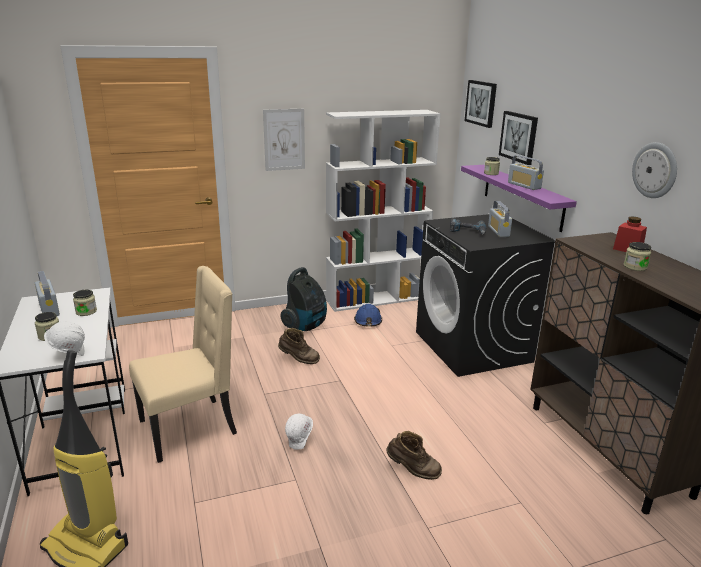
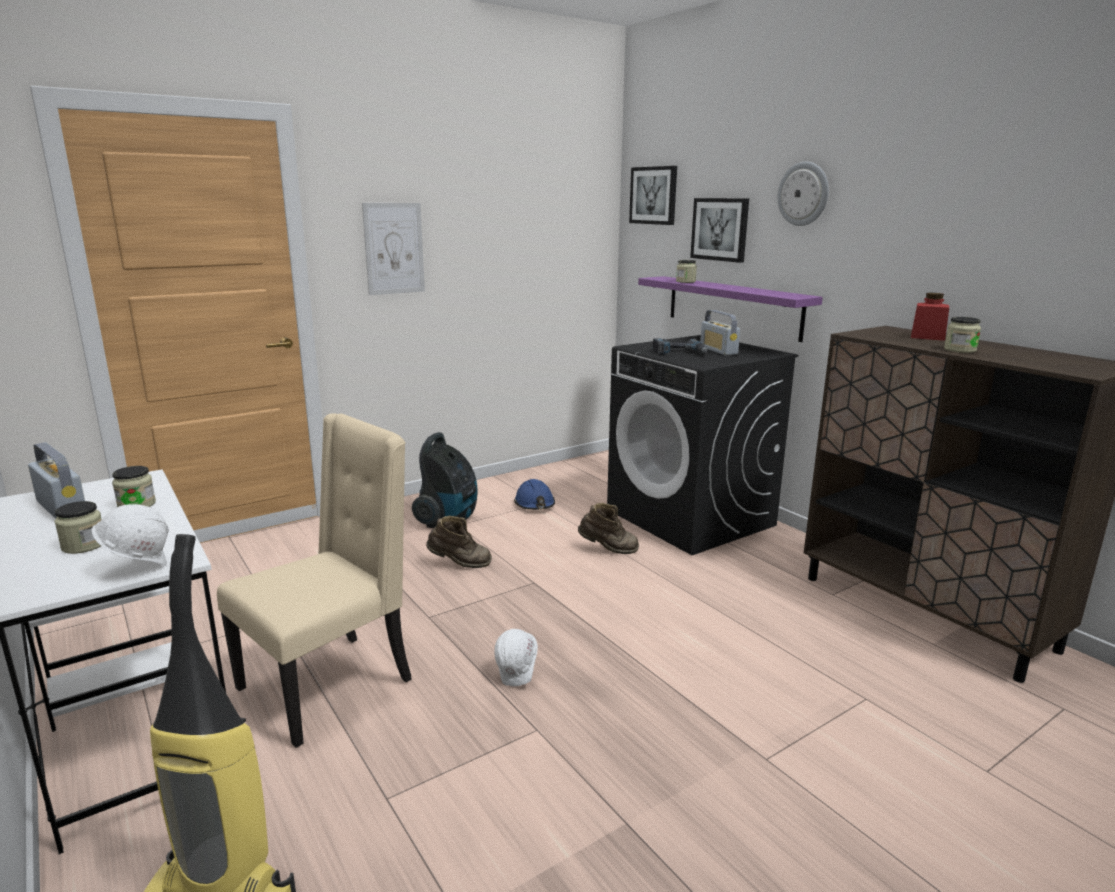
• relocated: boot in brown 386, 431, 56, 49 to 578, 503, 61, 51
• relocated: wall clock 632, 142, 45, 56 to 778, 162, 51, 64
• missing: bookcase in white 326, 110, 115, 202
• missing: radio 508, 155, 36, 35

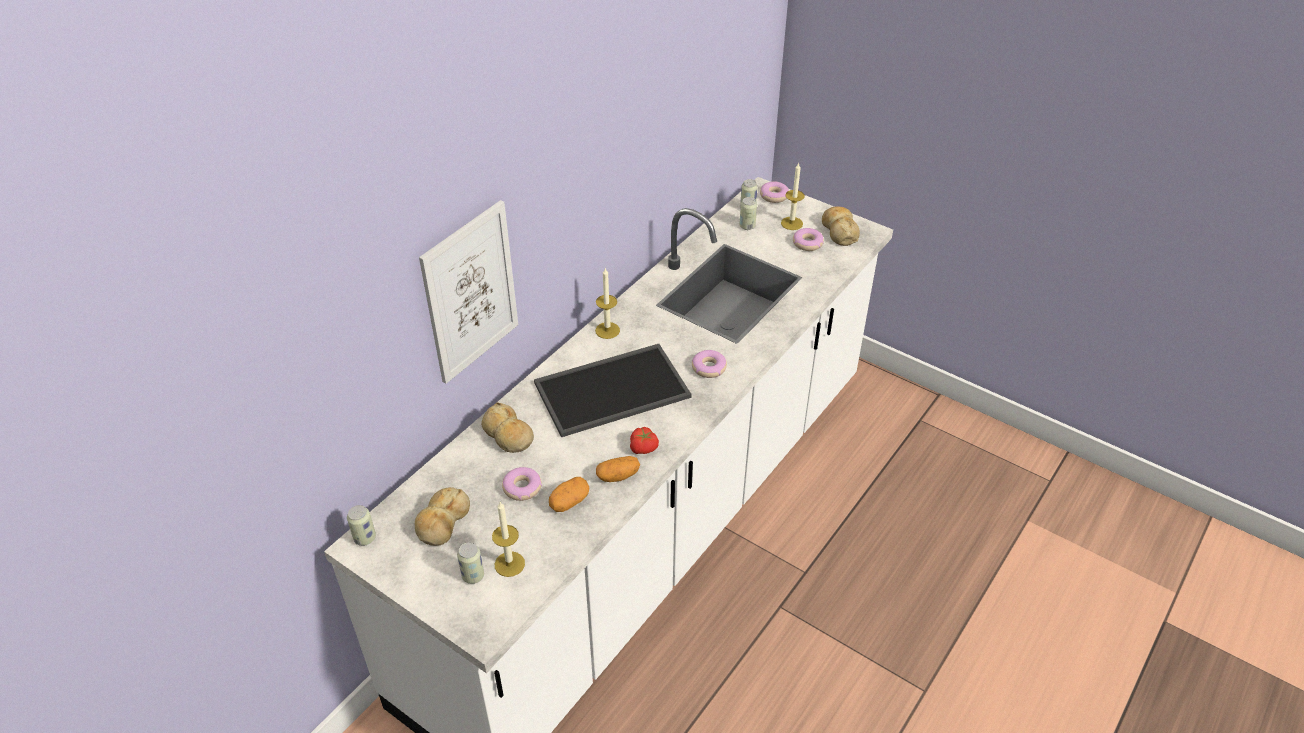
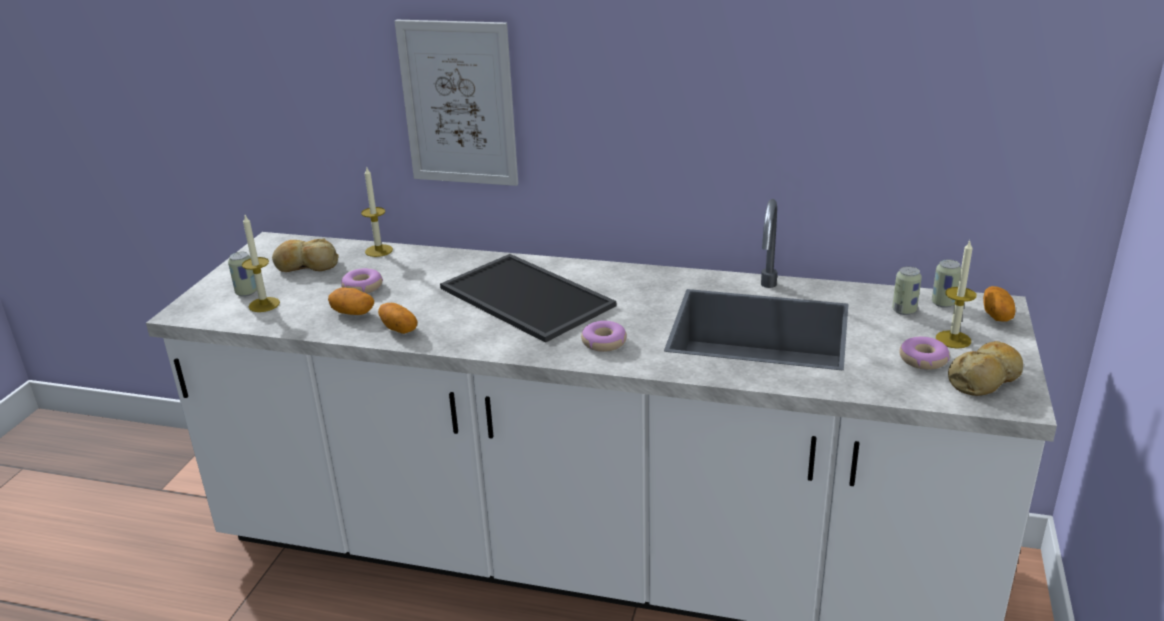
• relocated: candle 595, 268, 25, 71 to 361, 166, 32, 91
• exchanged: donut 760, 182, 29, 21 to potato 983, 286, 33, 35
• missing: can 347, 505, 29, 41
• missing: bread 481, 402, 53, 51
• missing: tomato 630, 427, 29, 27

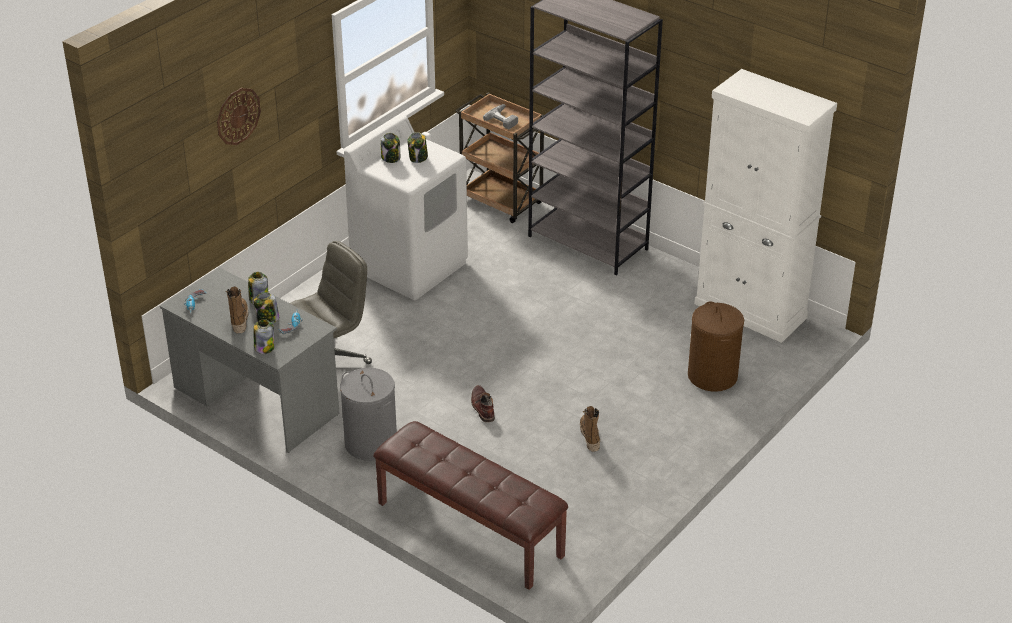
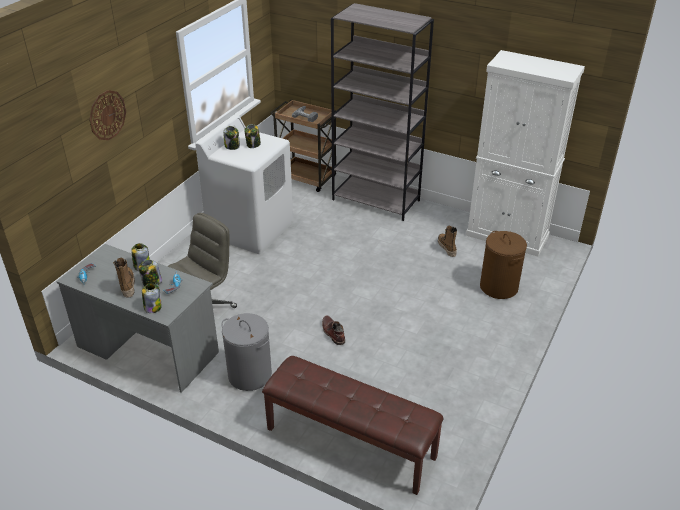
• relocated: boot 580, 406, 20, 46 to 438, 226, 19, 31

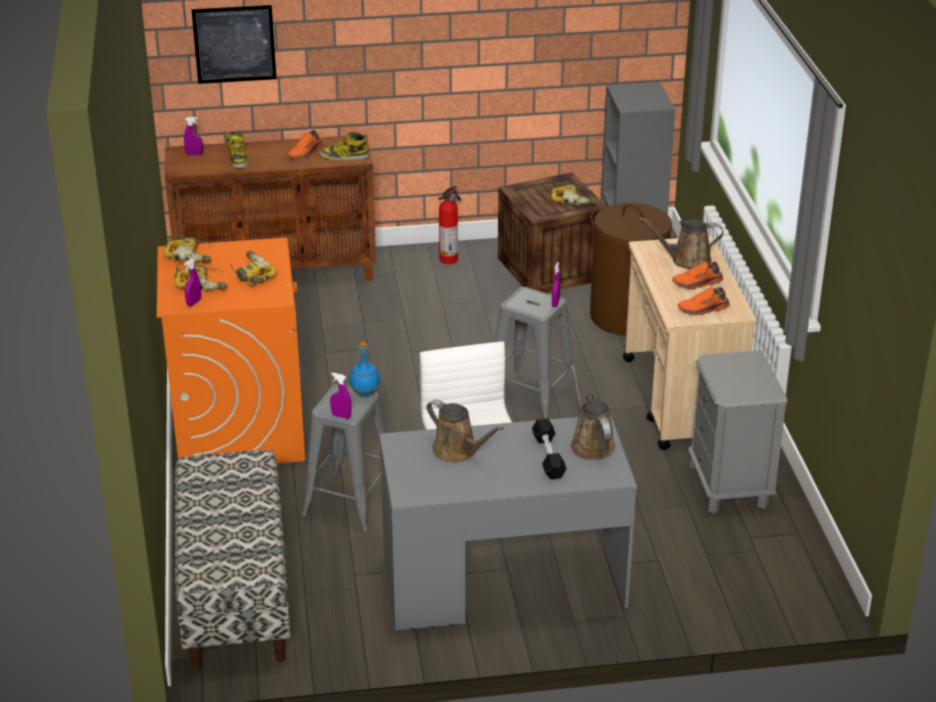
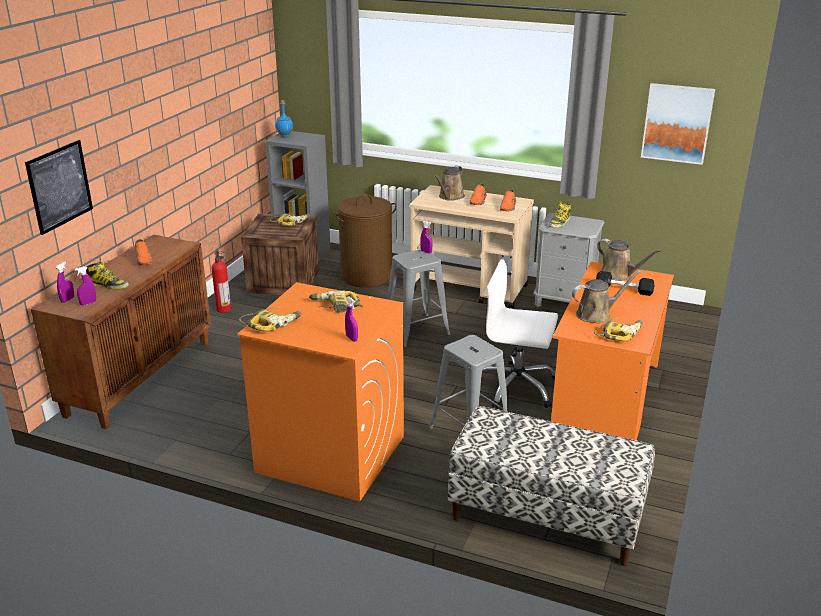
• relocated: spray bottle in purple 330, 373, 21, 46 to 74, 266, 22, 39
• relocated: bottle in blue 349, 342, 31, 56 to 275, 100, 18, 37
• relocated: boot 320, 131, 49, 30 to 549, 201, 22, 27
• colour: desk in grey 379, 414, 258, 216 to desk in orange 551, 262, 123, 178
• relocated: power drill 174, 263, 54, 28 to 594, 318, 49, 23
• spun: watering can in brown 571, 365, 44, 95 = 597, 239, 65, 42 150 degrees counterclockwise
• appeared: picture 641, 83, 74, 82

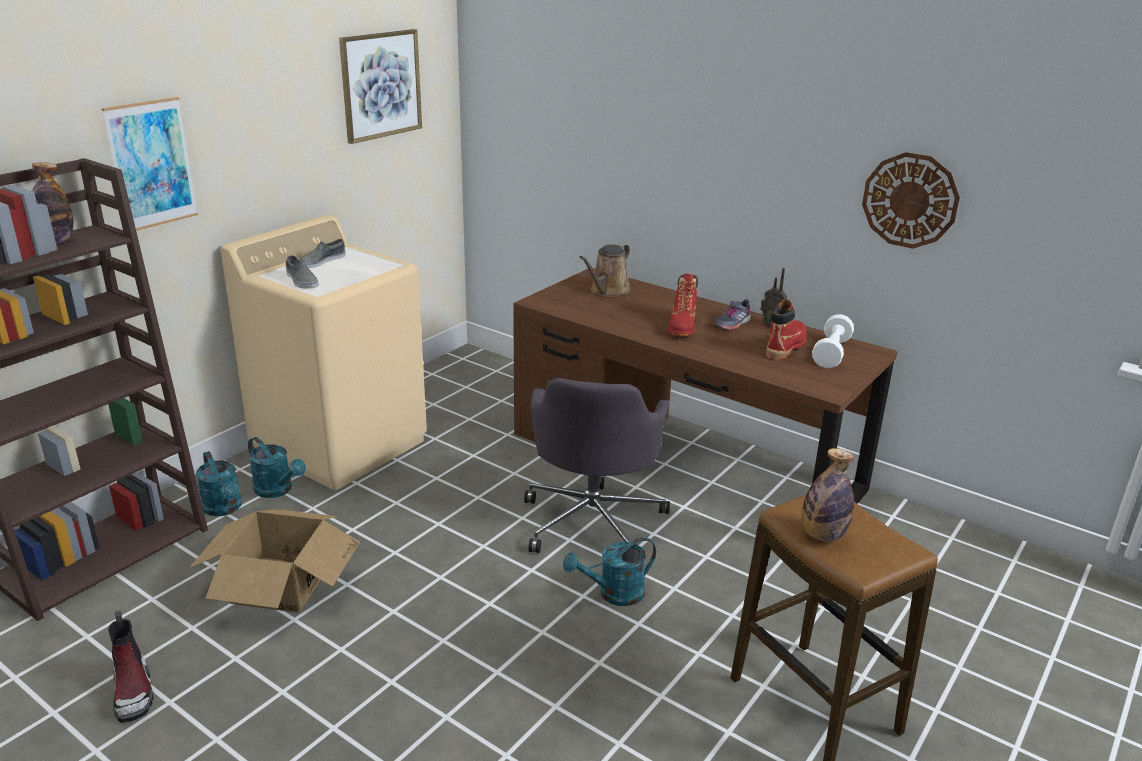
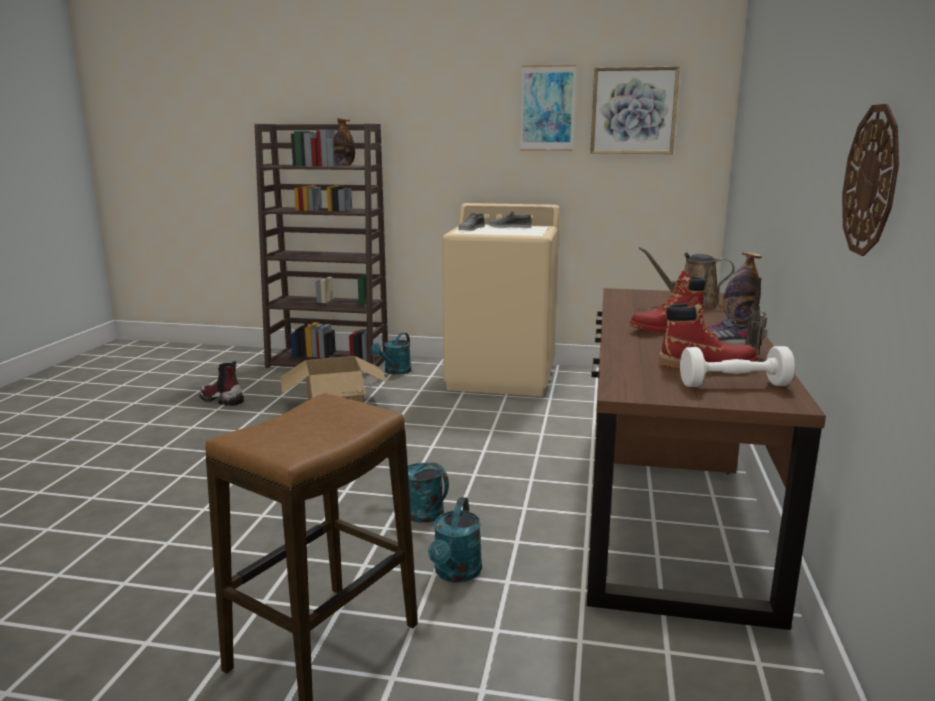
• spun: boot 108, 610, 46, 113 = 200, 361, 44, 45 75 degrees clockwise
• relocated: watering can in turquoise 248, 437, 58, 61 to 428, 497, 54, 86
• relocated: picture 102, 97, 96, 134 to 520, 65, 56, 86
• relocated: bottle 802, 448, 53, 94 to 723, 252, 39, 69
• missing: office chair in grey 524, 378, 146, 175

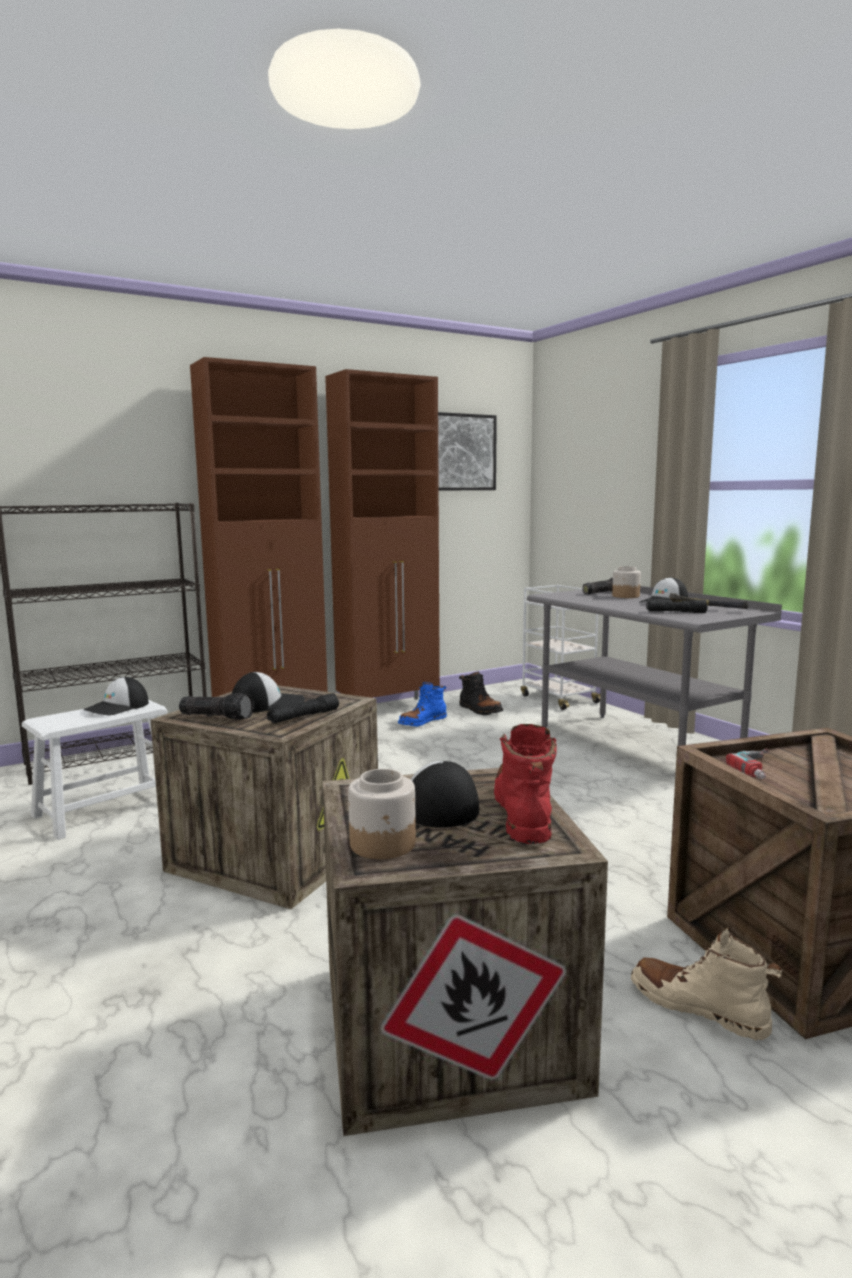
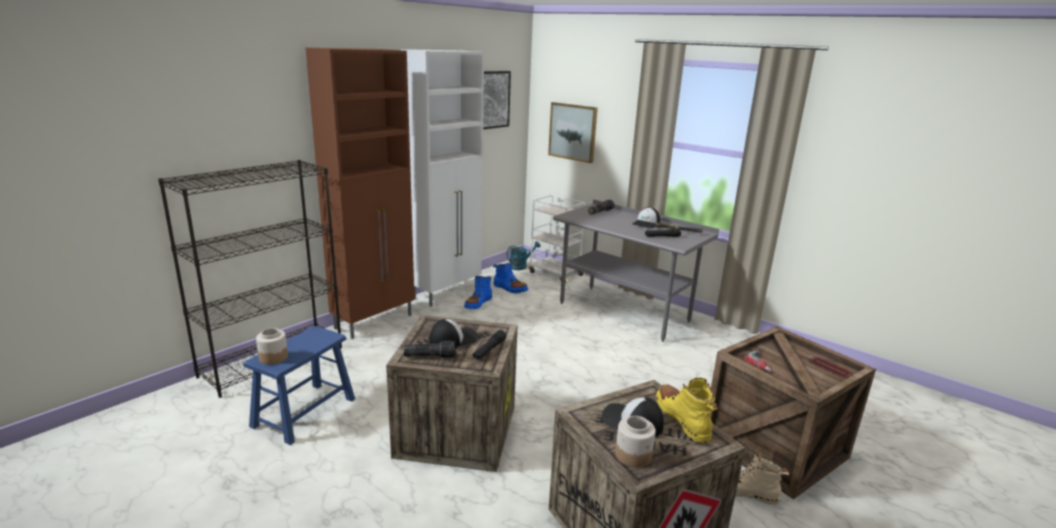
• colour: stool in white 22, 700, 145, 140 to stool in blue 243, 326, 112, 119
• relocated: jar 612, 566, 29, 32 to 256, 328, 32, 37
• colour: cabinet in brown 325, 369, 115, 331 to cabinet in white 401, 49, 83, 258
• colour: boot in black 459, 672, 44, 43 to boot in blue 493, 262, 35, 32
• appeared: watering can in turquoise 507, 241, 34, 29
• appeared: picture 548, 102, 50, 61
• colour: boot in red 494, 724, 63, 120 to boot in yellow 656, 378, 62, 65
• missing: cap 83, 677, 66, 38

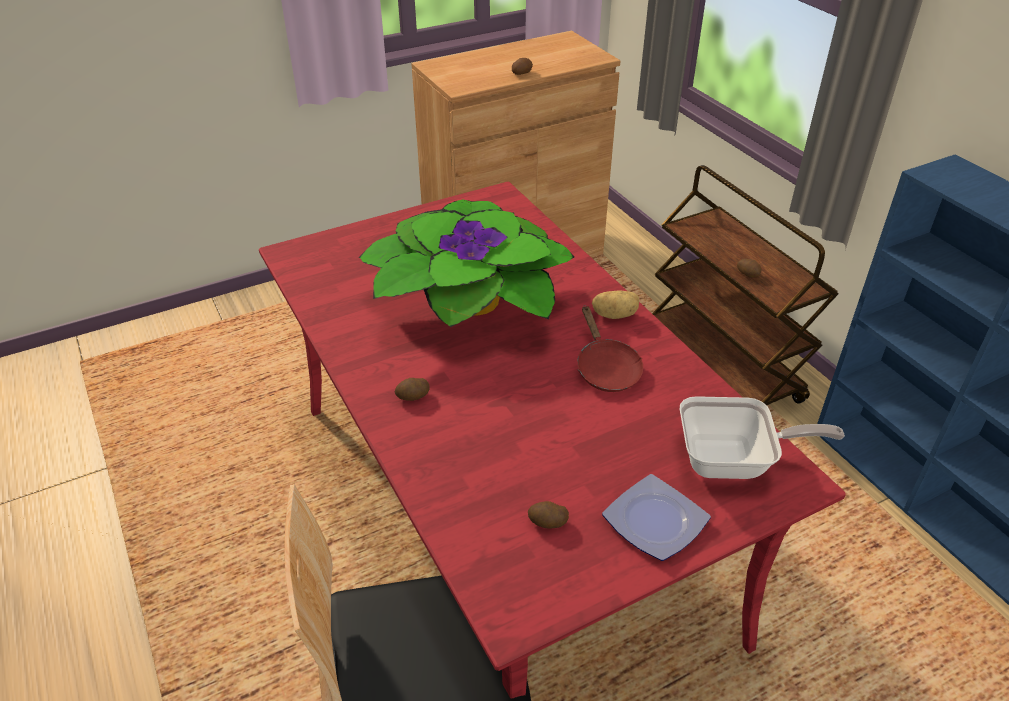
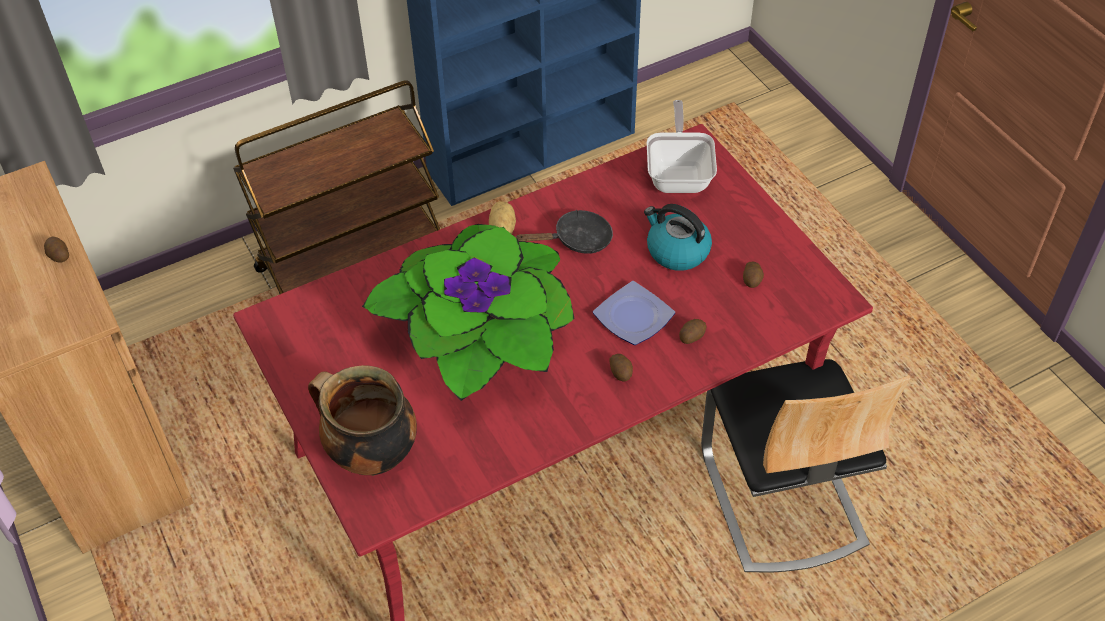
• appeared: cooking pot 308, 365, 109, 111
• colour: frying pan in red 577, 306, 66, 86 to frying pan in black 516, 210, 97, 44
• relocated: plate 602, 474, 109, 87 to 593, 281, 82, 64
• appeared: kettle 644, 204, 68, 67
• relocated: potato 737, 258, 24, 20 to 679, 319, 27, 25

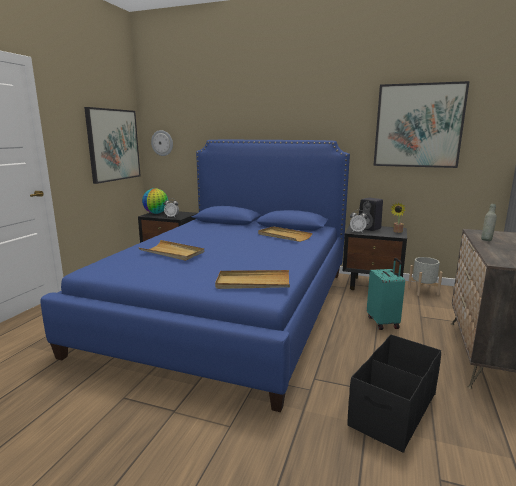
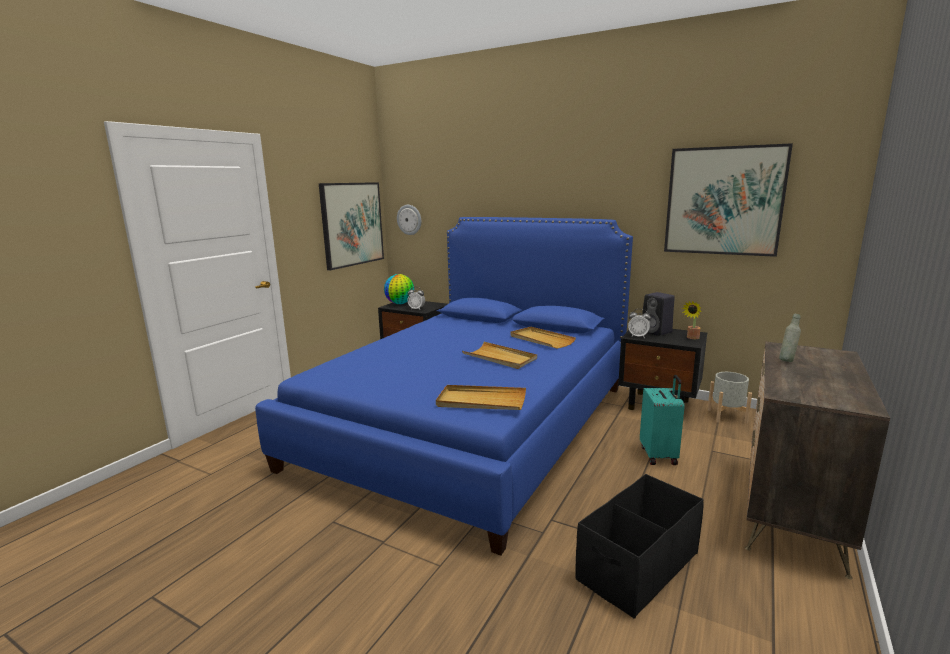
• relocated: tray in beige 139, 240, 65, 21 to 462, 342, 75, 27

